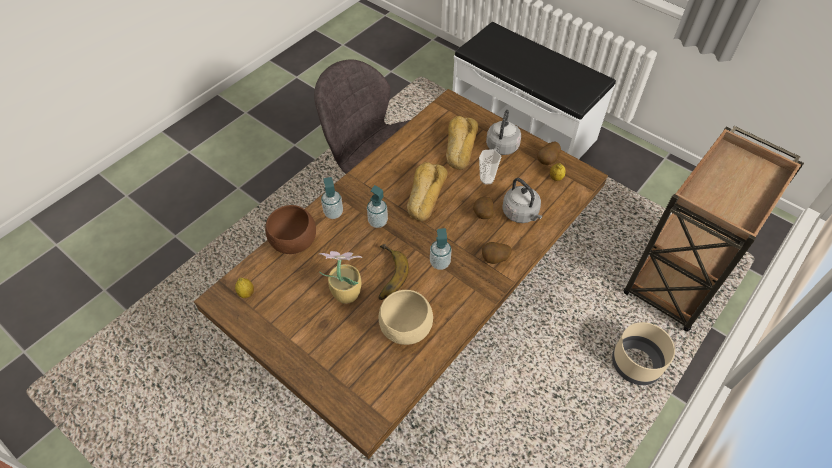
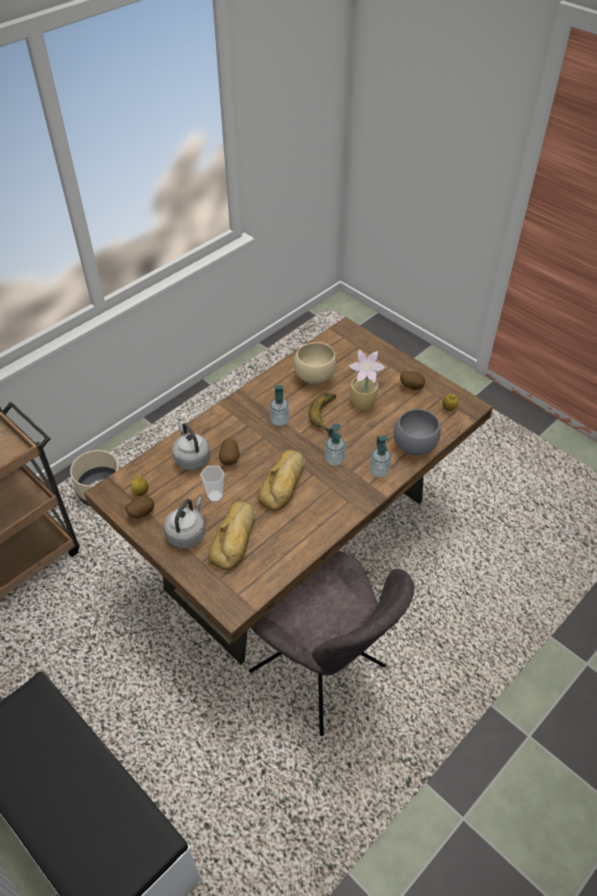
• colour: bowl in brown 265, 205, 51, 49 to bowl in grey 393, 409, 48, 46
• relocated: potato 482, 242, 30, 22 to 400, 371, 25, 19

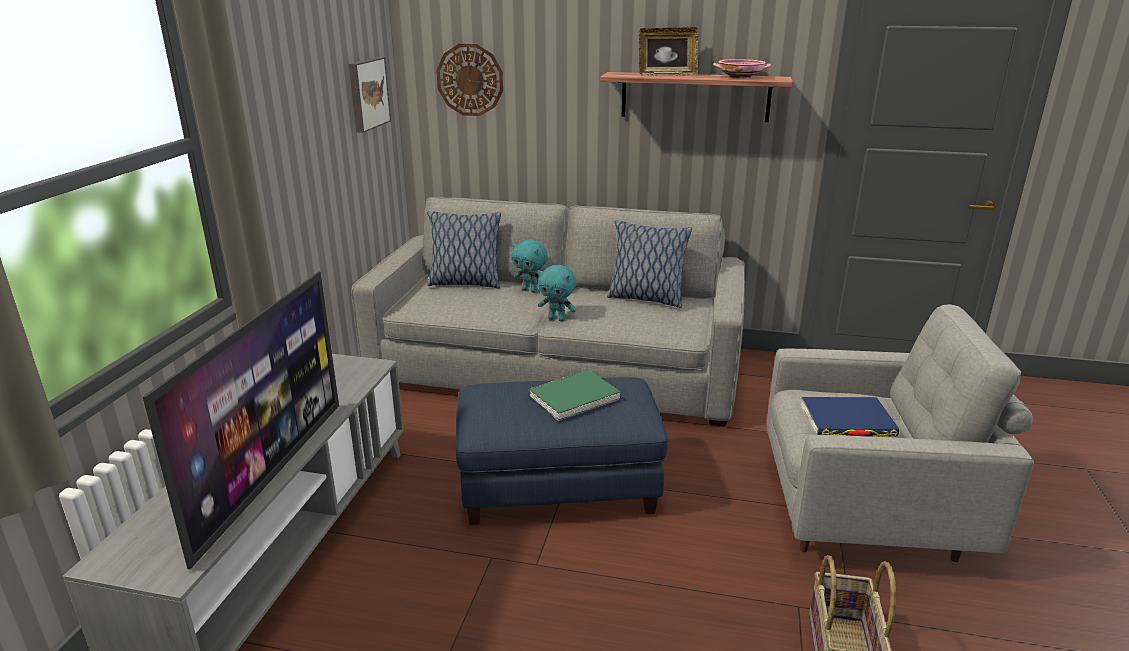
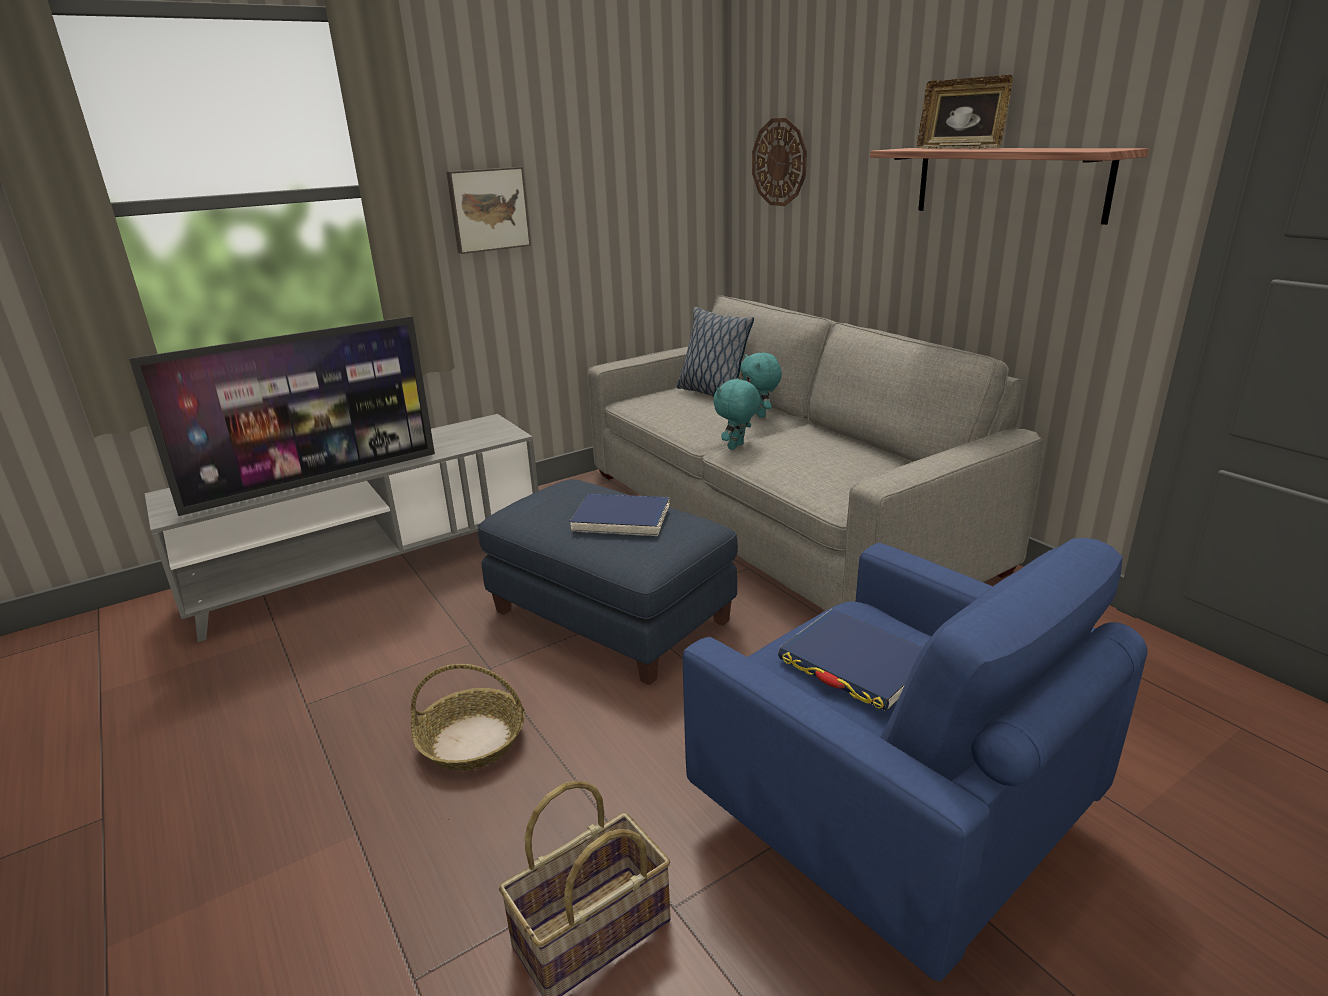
• appeared: basket 411, 664, 114, 106
• relocated: picture 349, 57, 42, 76 to 447, 167, 84, 87
• colour: book in green 528, 370, 92, 51 to book in blue 569, 494, 101, 42
• colour: armchair in grey 766, 304, 268, 258 to armchair in blue 683, 538, 465, 444
• spun: plush toy in turquoise 538, 265, 38, 57 = 713, 378, 48, 72 60 degrees clockwise
• missing: pillow 607, 220, 85, 88
• missing: bowl in pink 713, 59, 58, 20

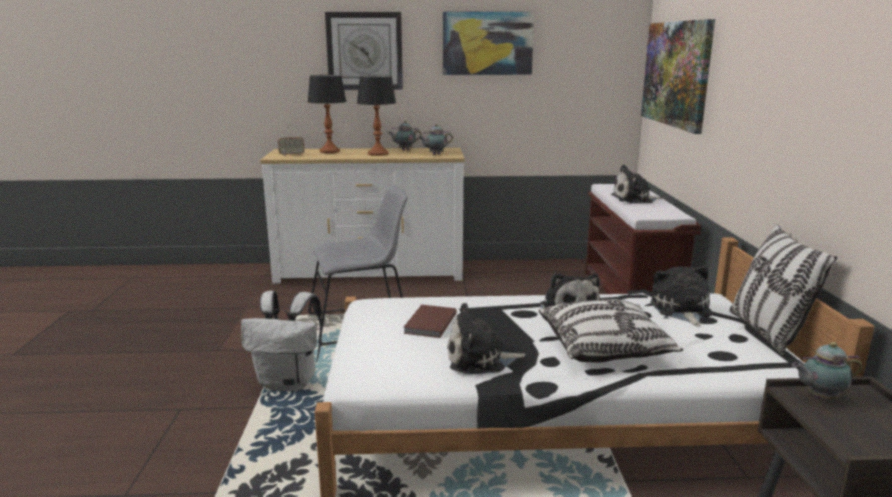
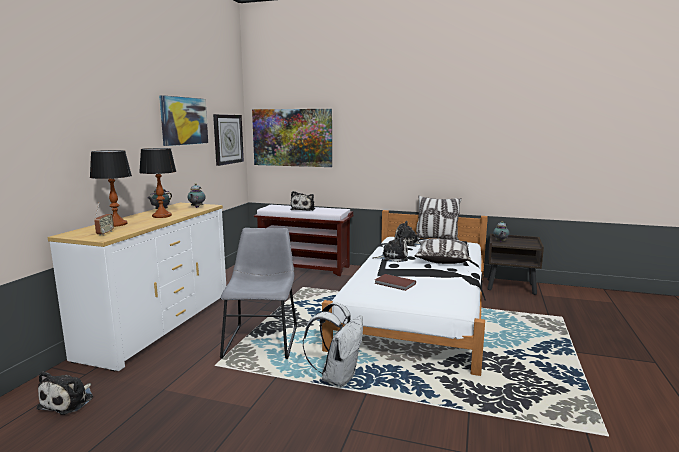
• relocated: plush toy 447, 303, 78, 72 to 37, 371, 56, 44
• relocated: wall clock 325, 12, 78, 78 to 213, 114, 31, 52

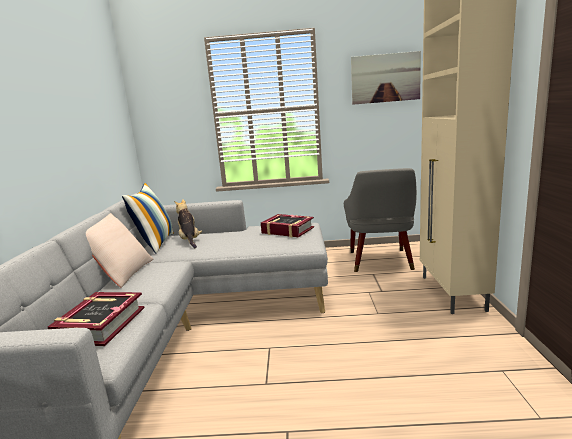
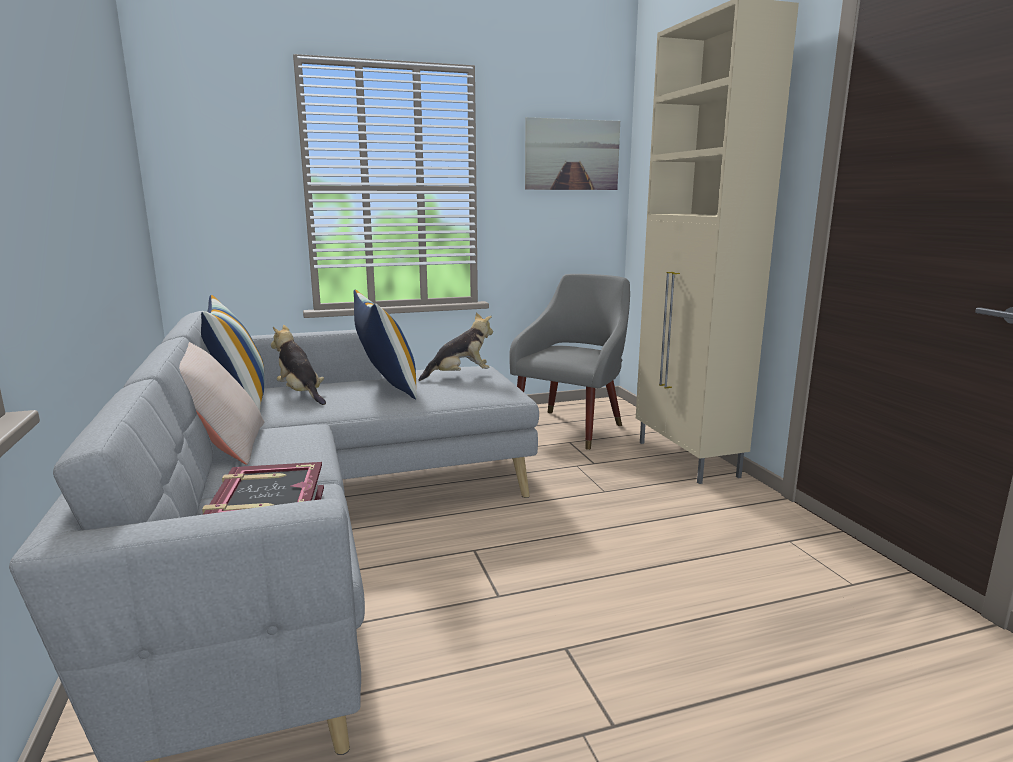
• appeared: pillow 354, 290, 63, 110
• exchanged: book 261, 214, 53, 23 to plush toy 419, 312, 74, 69
• spun: armchair in grey 344, 168, 73, 104 = 509, 274, 121, 176 135 degrees counterclockwise

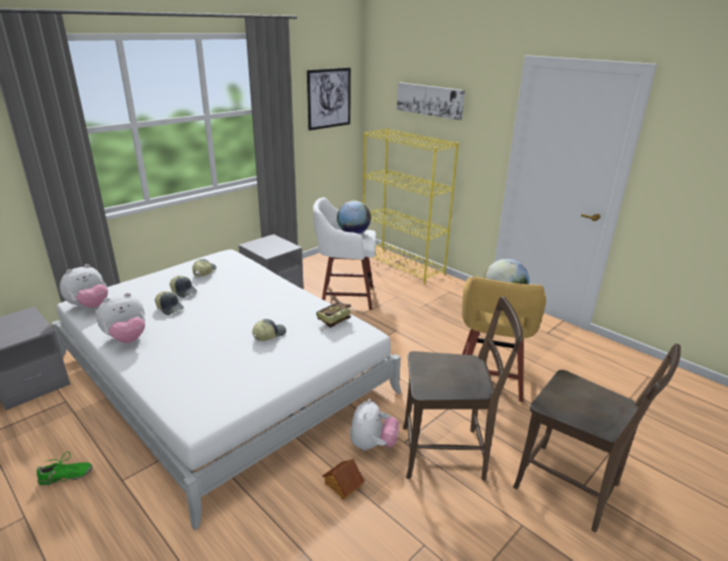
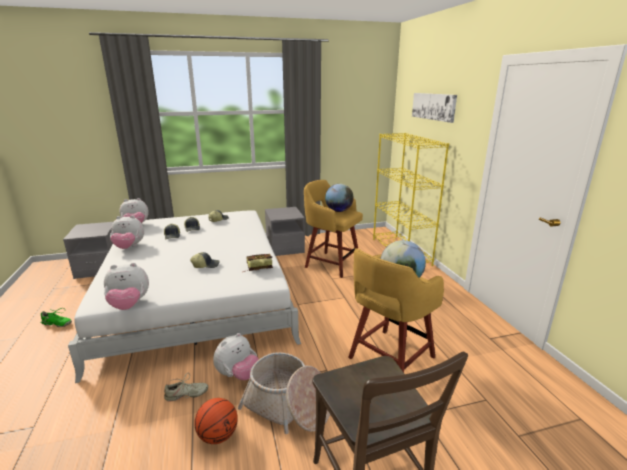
• appeared: plush toy 104, 263, 45, 47
• exchanged: toy house 322, 459, 43, 41 to shoe in beige 164, 373, 44, 28
• appeared: basketball 194, 398, 44, 46
• exchanged: chair in brown 403, 296, 120, 185 to basket 238, 352, 92, 82
• colour: stool in white 313, 197, 63, 113 to stool in yellow 304, 180, 59, 98
• missing: picture 307, 68, 44, 63

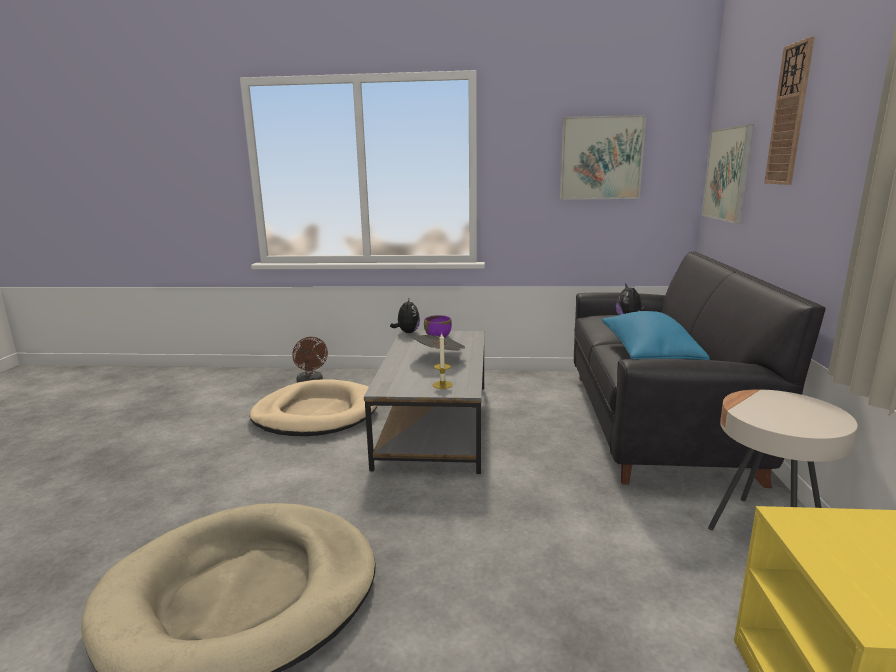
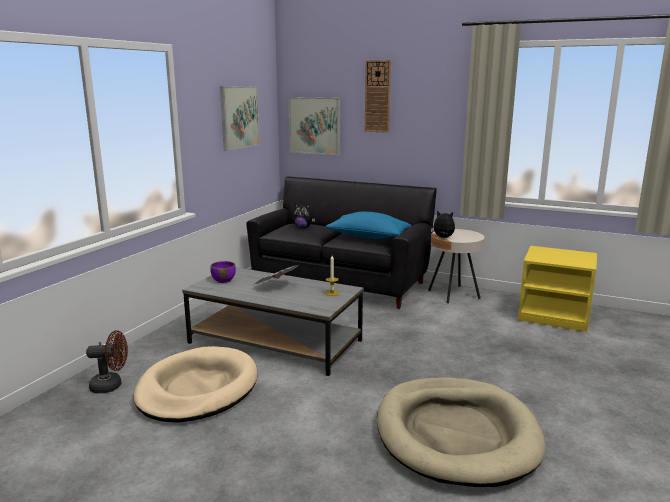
• relocated: plush toy 390, 299, 30, 34 to 431, 211, 24, 27

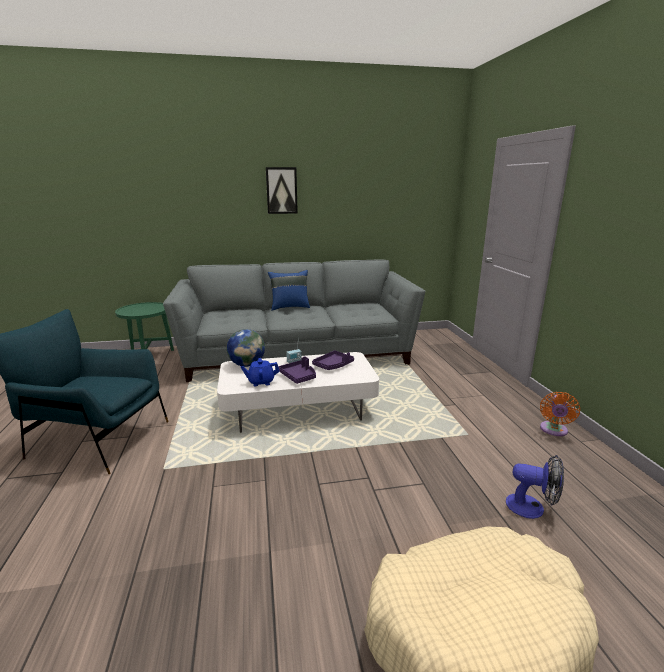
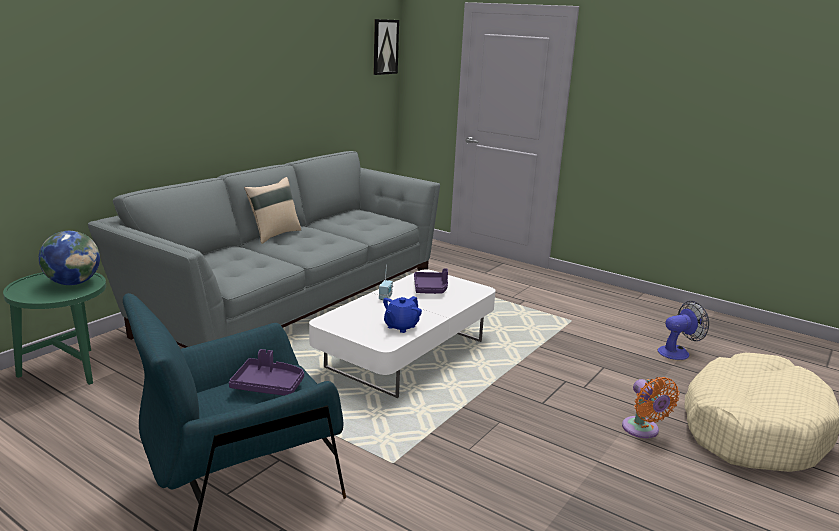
• relocated: globe 227, 329, 38, 38 to 39, 231, 61, 54
• relocated: tray in purple 278, 356, 38, 28 to 229, 349, 75, 47
• colour: pillow in blue 268, 270, 42, 41 to pillow in beige 244, 177, 57, 67
• relocated: picture 266, 167, 32, 47 to 374, 19, 25, 56
• relocated: fan in orange 540, 392, 40, 44 to 622, 377, 57, 61

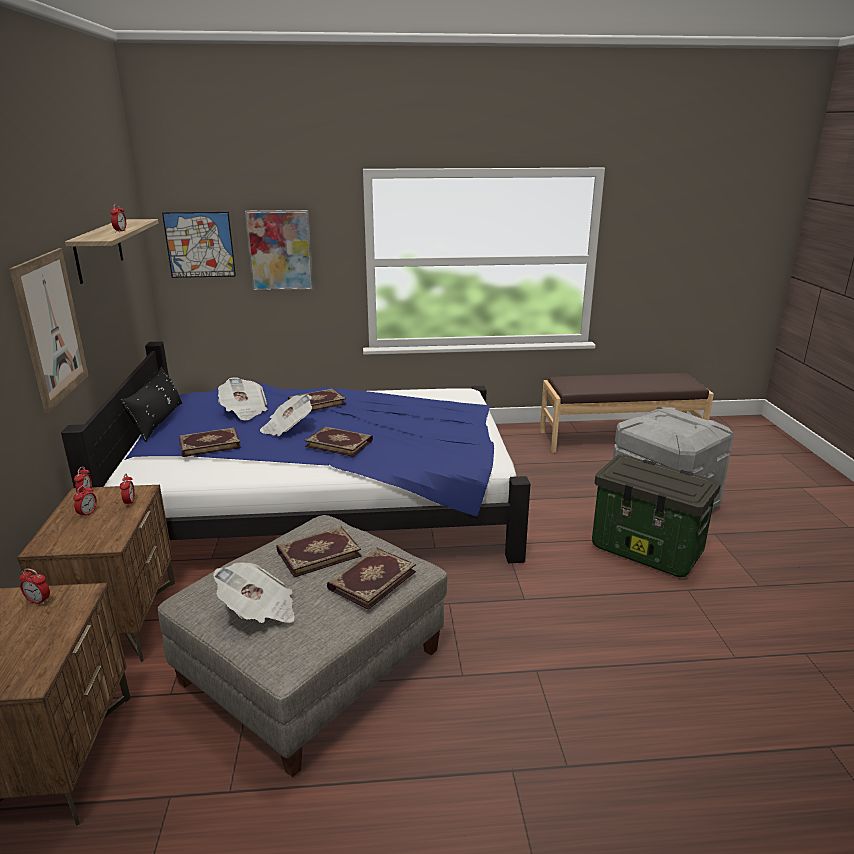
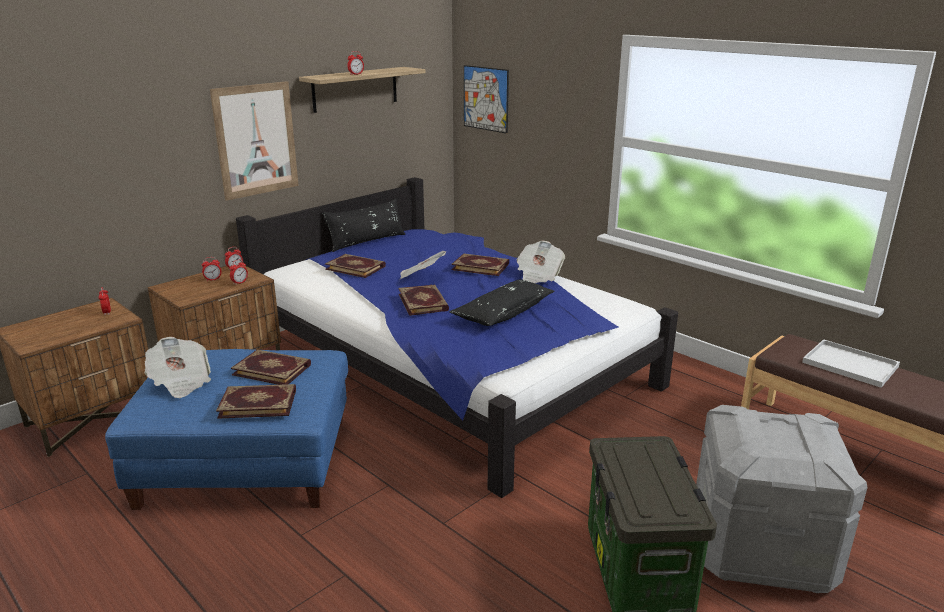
• colour: ottoman in grey 158, 515, 290, 262 to ottoman in blue 105, 349, 243, 161
• appeared: pillow in black 449, 280, 106, 46
• relocated: newspaper 218, 377, 49, 44 to 517, 241, 48, 42
• appeared: tray in white 802, 339, 98, 49
• missing: picture 245, 210, 69, 81

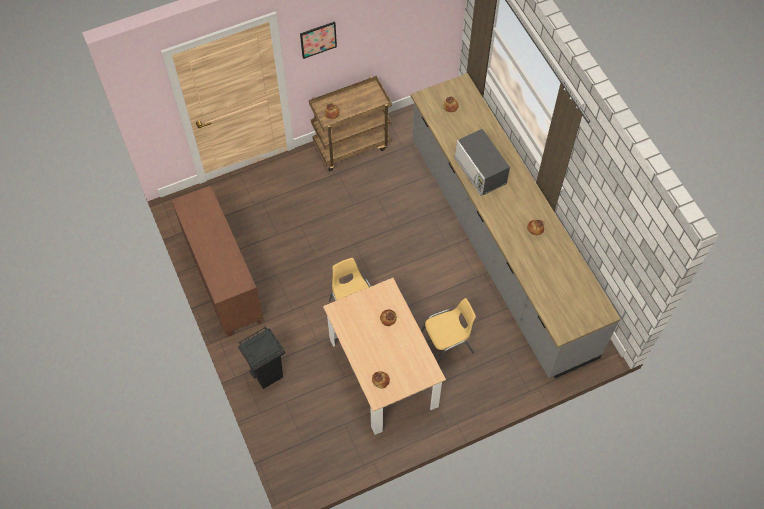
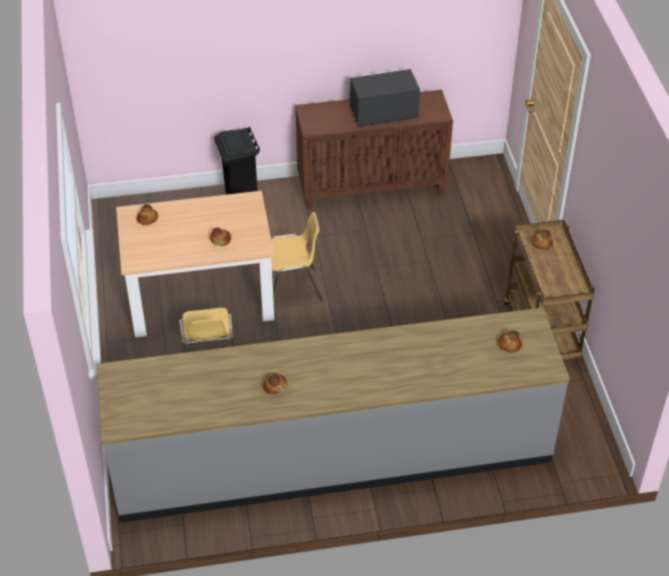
• relocated: microwave 454, 129, 56, 67 to 350, 68, 70, 59
• missing: picture 300, 21, 37, 38

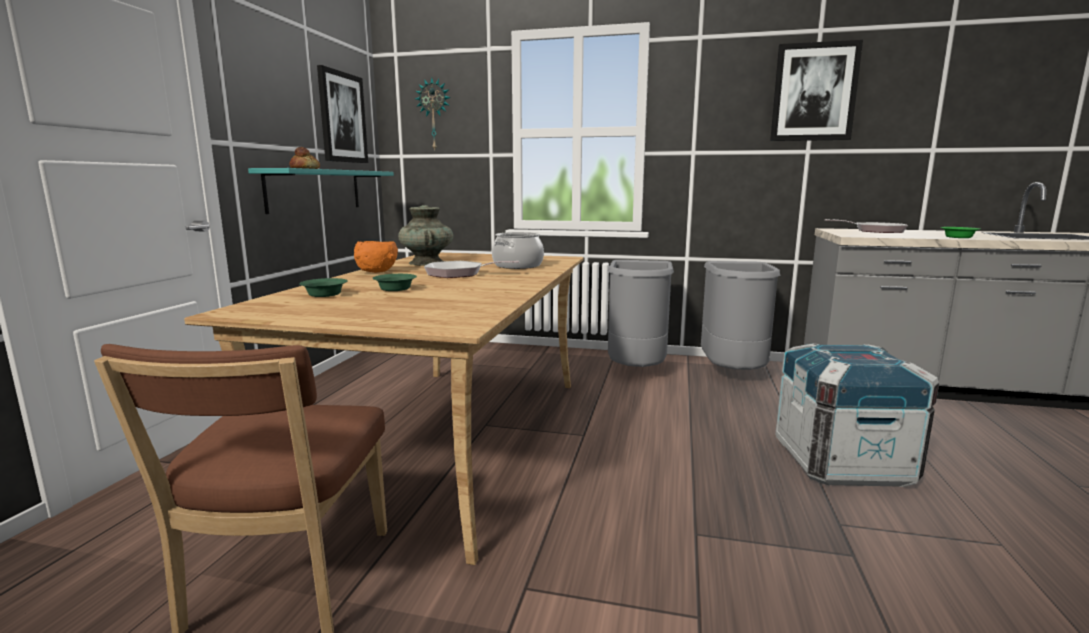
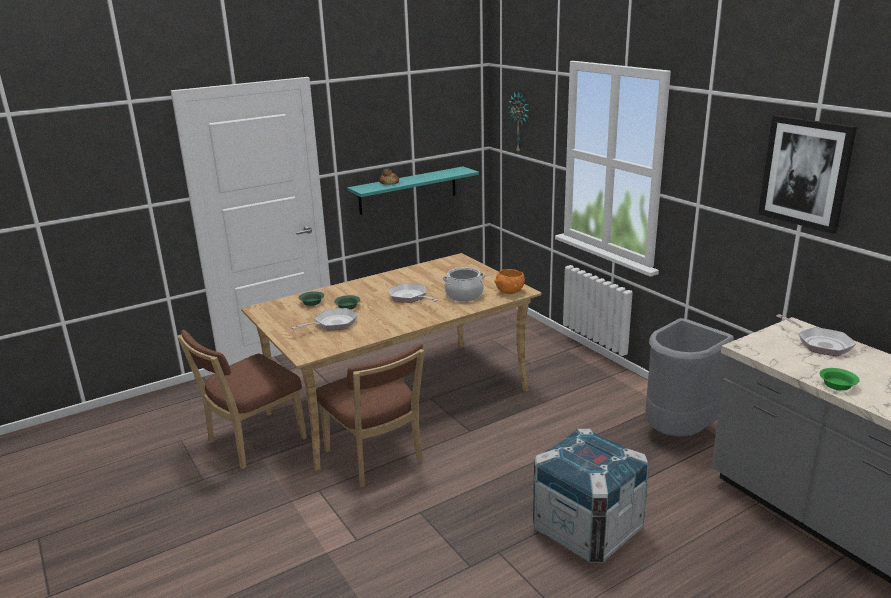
• appeared: frying pan 292, 308, 66, 22
• appeared: chair in brown 316, 344, 108, 143
• relocated: bowl in orange 354, 241, 44, 32 to 494, 269, 31, 25
• missing: picture 317, 65, 51, 98
• missing: vase in turquoise 398, 205, 55, 61
• missing: trash can in grey 608, 260, 66, 107

